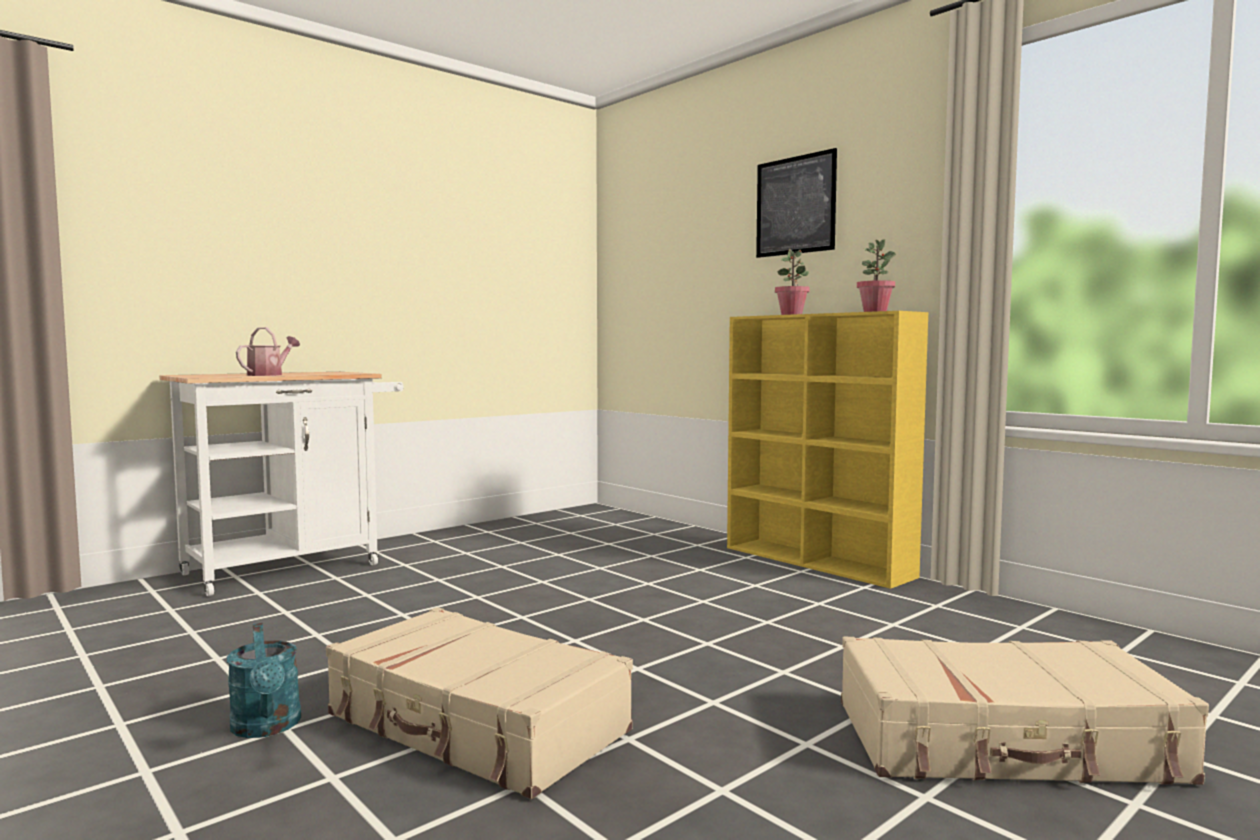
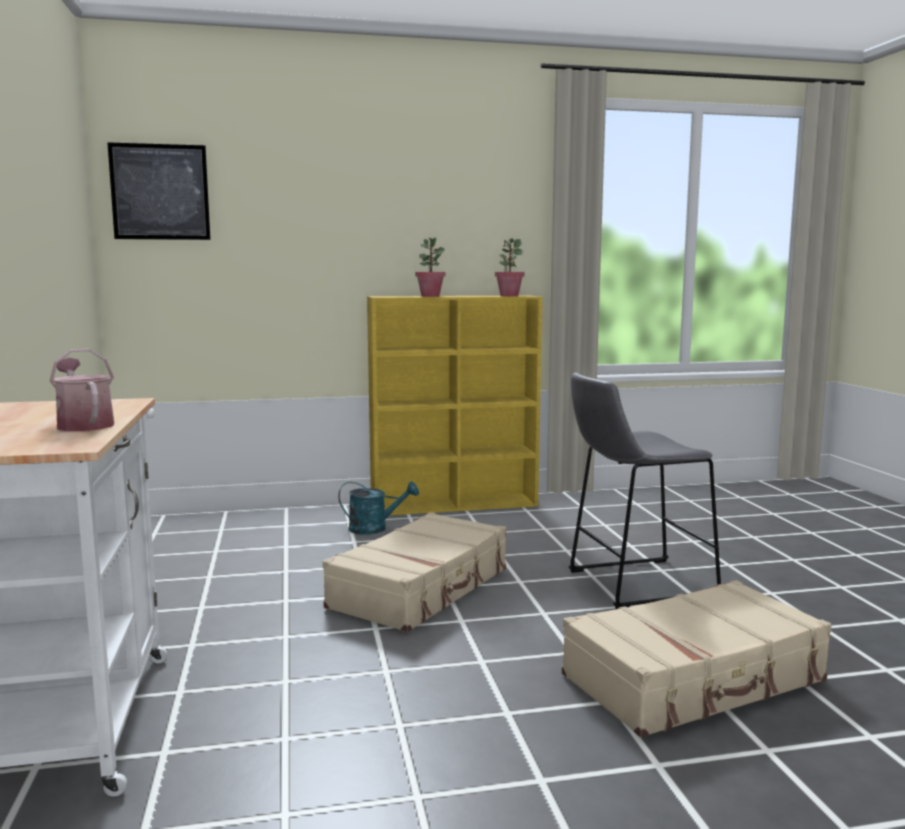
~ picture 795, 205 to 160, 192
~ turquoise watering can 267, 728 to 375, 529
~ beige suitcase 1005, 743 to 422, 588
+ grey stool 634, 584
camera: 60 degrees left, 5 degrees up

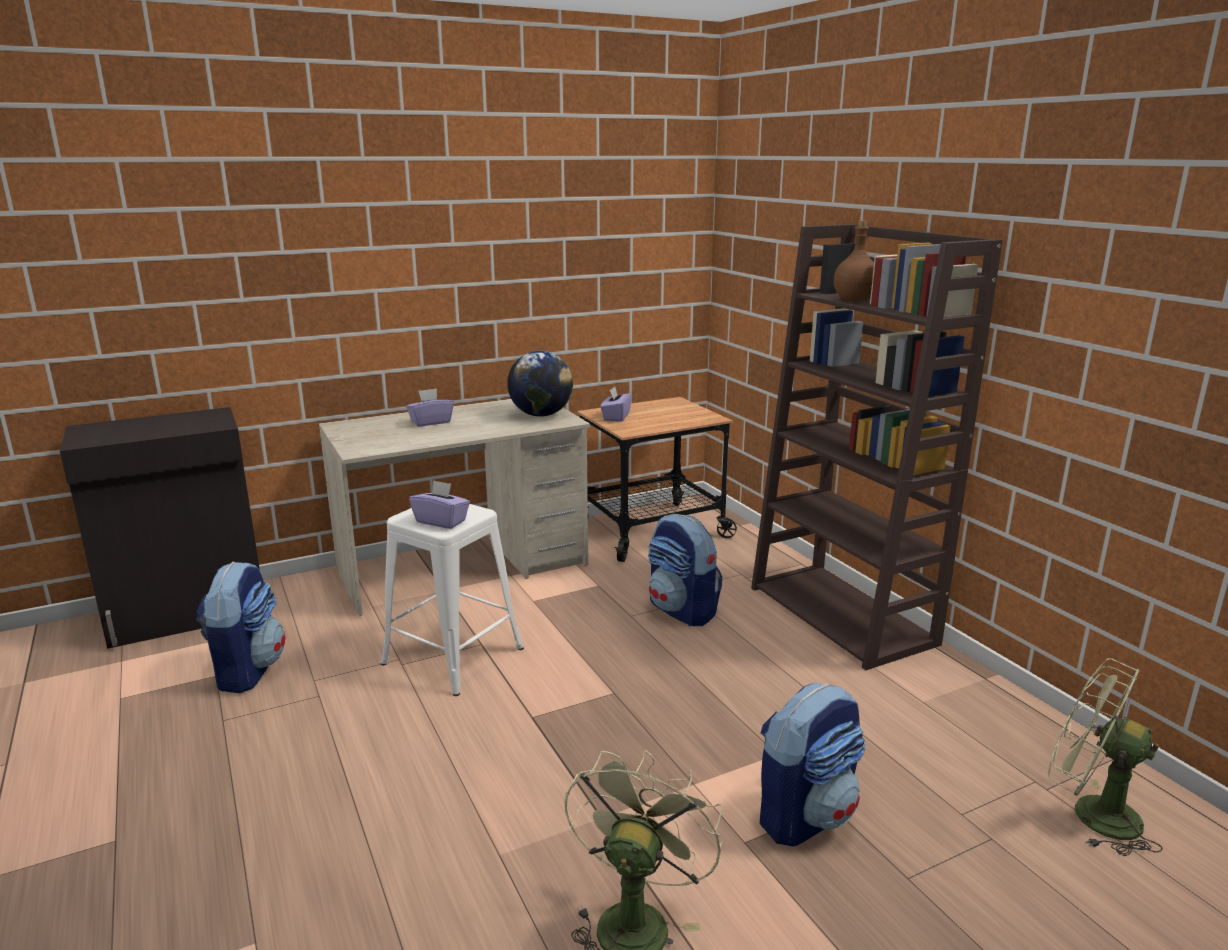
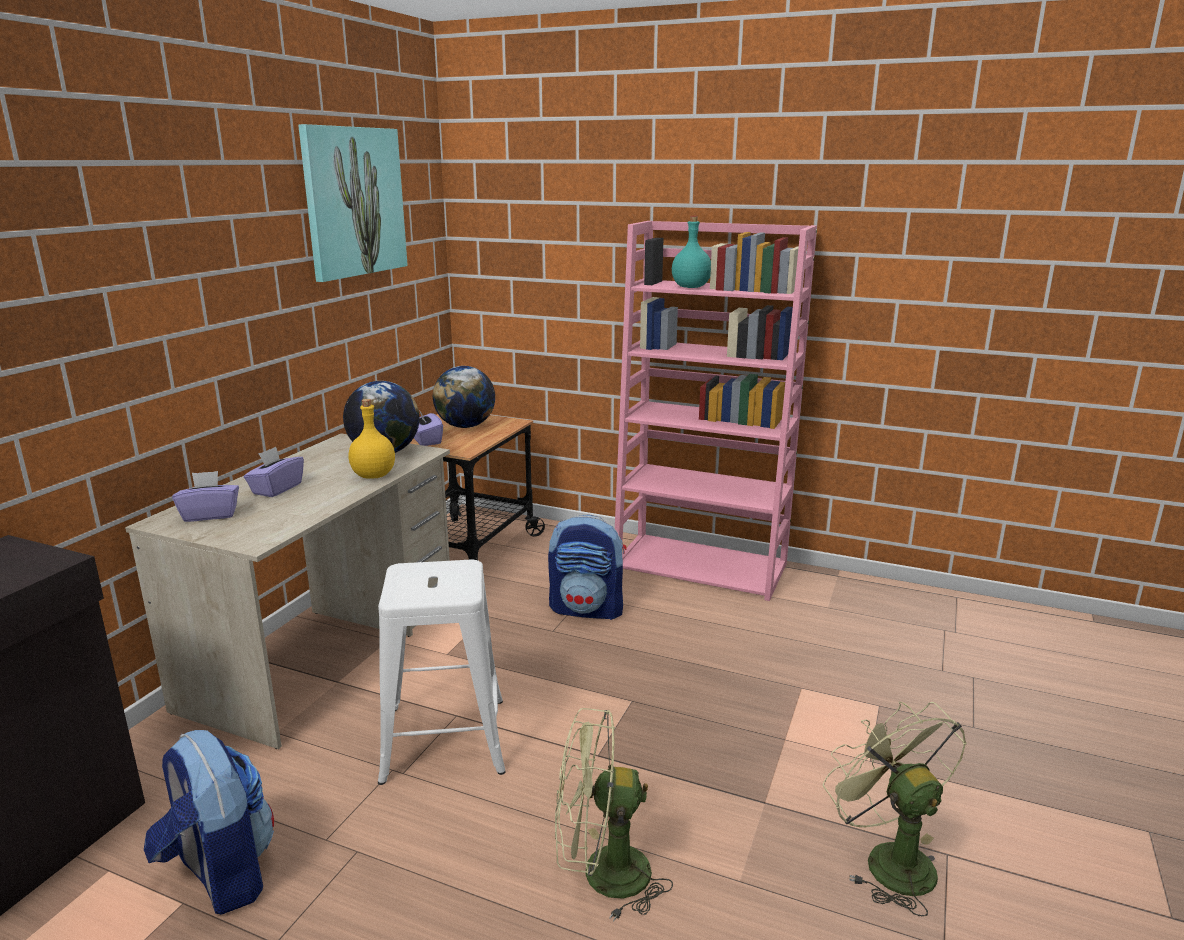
~ brown bottle 855, 300 to turquoise bottle 691, 287
~ brown bookcase 843, 615 to pink bookcase 702, 566
~ purple tissue box 441, 521 to 210, 515
~ green fan 1090, 813 to 601, 875
- backpack 805, 815
+ picture 354, 202
+ globe 465, 426
+ yellow bottle 373, 475
camera: 40 degrees left, 0 degrees up

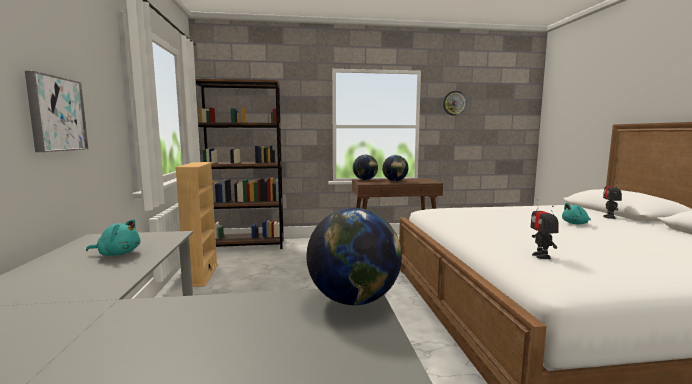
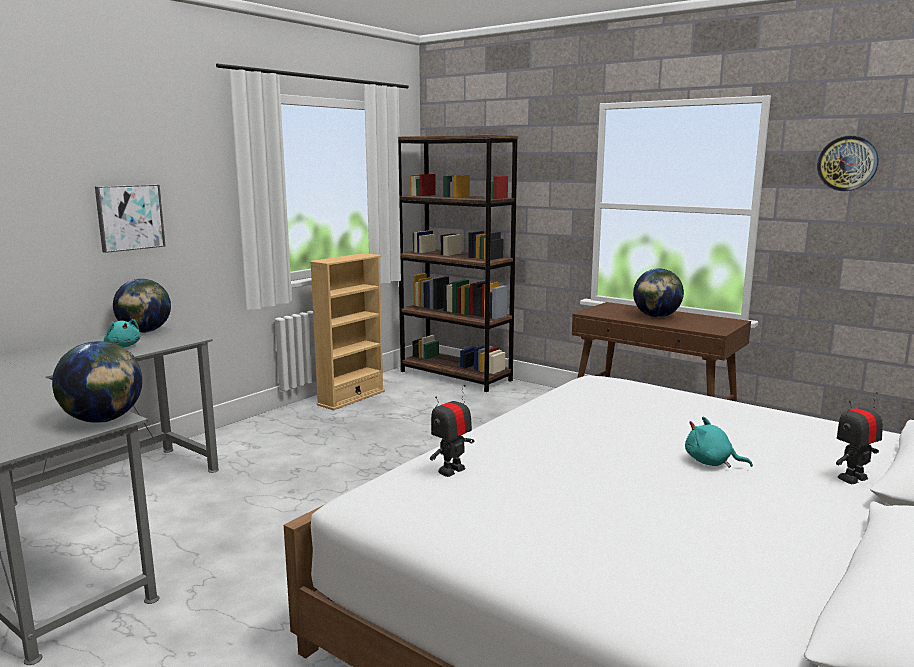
~ globe 365, 180 to 145, 332
camera: 45 degrees right, 5 degrees up

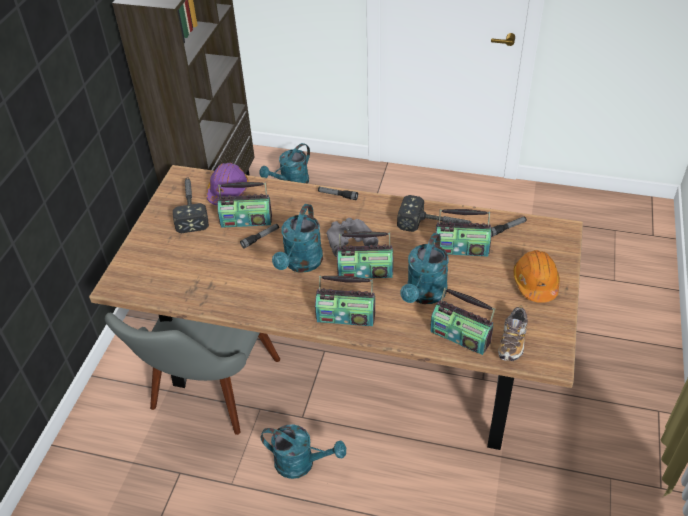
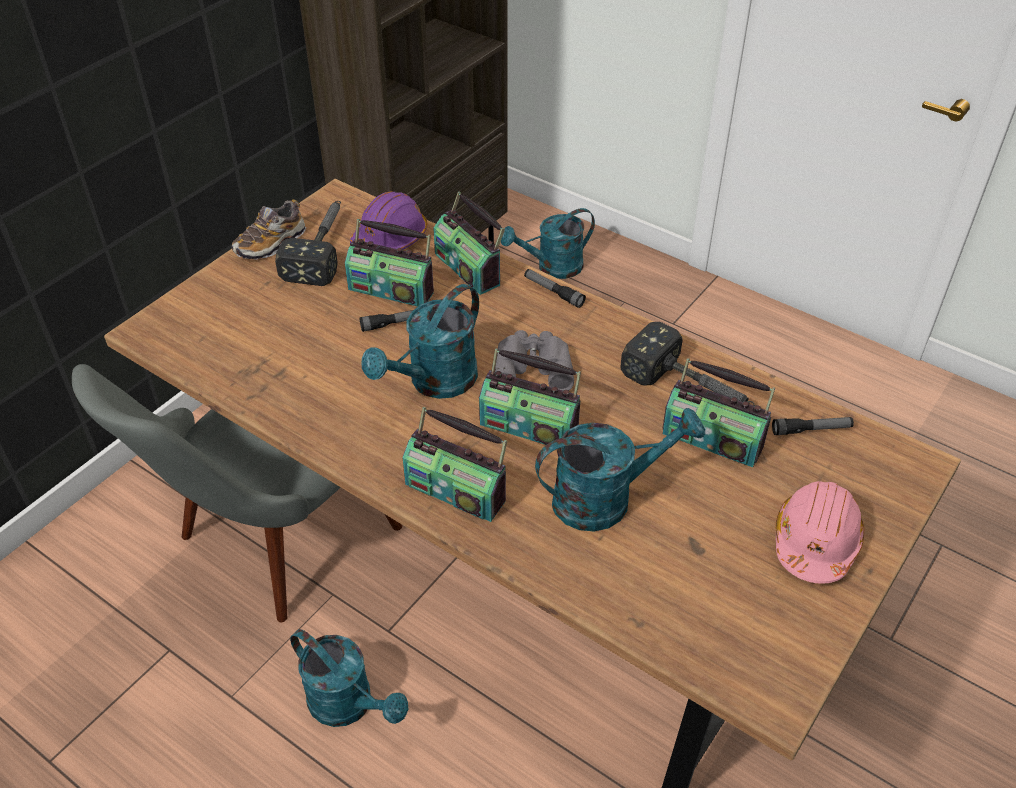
~ turquoise watering can 424, 295 = 605, 498 150 degrees counterclockwise
~ orange hard hat 535, 283 to pink hard hat 815, 542
~ radio 460, 336 to 469, 268
~ shoe 512, 342 to 271, 244
camera: 20 degrees right, 0 degrees up

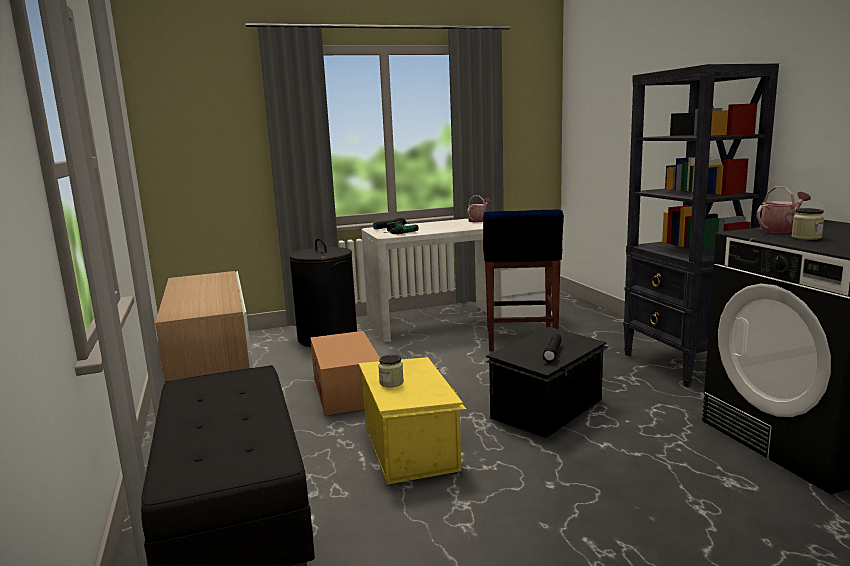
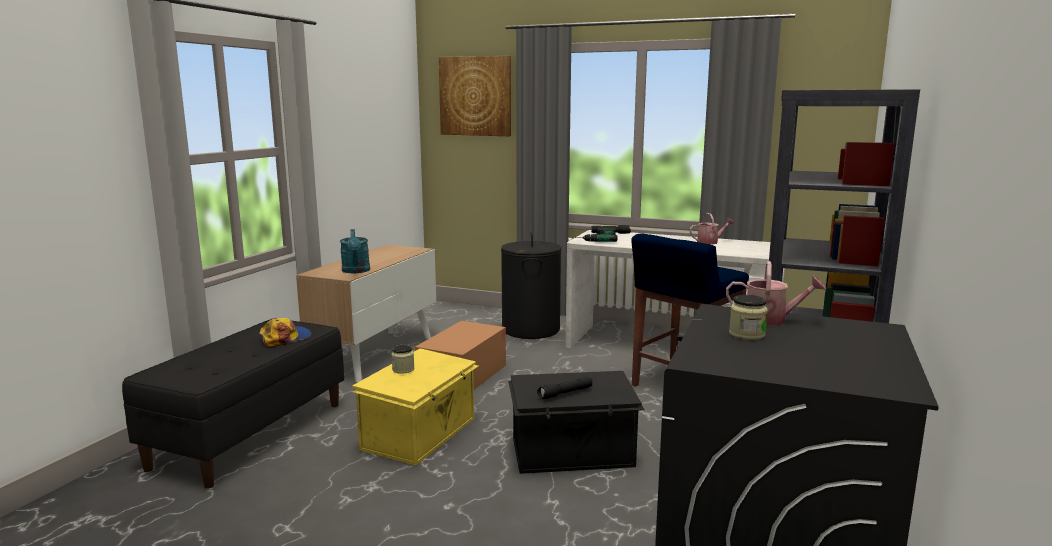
+ picture 475, 96
+ turquoise watering can 356, 271
+ cap 285, 338
camera: 40 degrees right, 0 degrees up

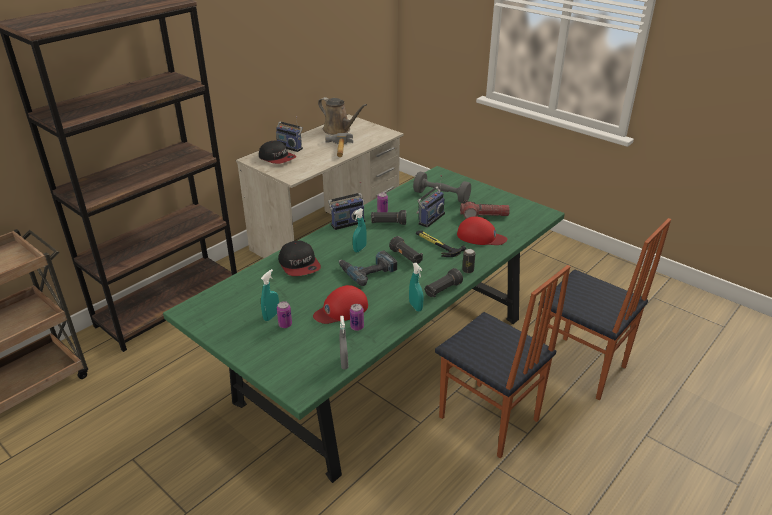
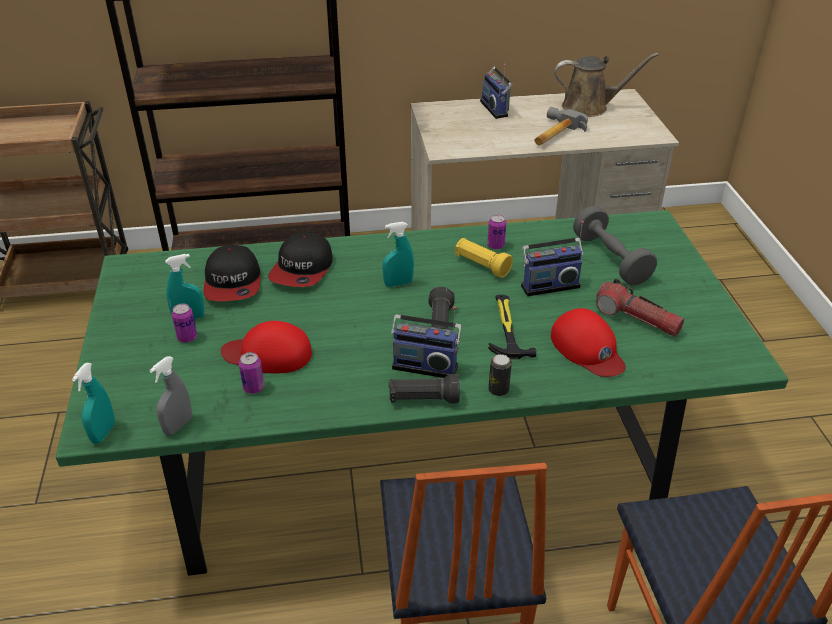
~ brown watering can 339, 130 = 589, 107 75 degrees counterclockwise
~ cap 277, 158 to 233, 283
~ radio 347, 222 to 425, 365
~ black flashlight 388, 223 to yellow flashlight 481, 265
- power drill 368, 270
~ turquoise spray bottle 415, 306 to 103, 433
camera: 40 degrees right, 5 degrees up

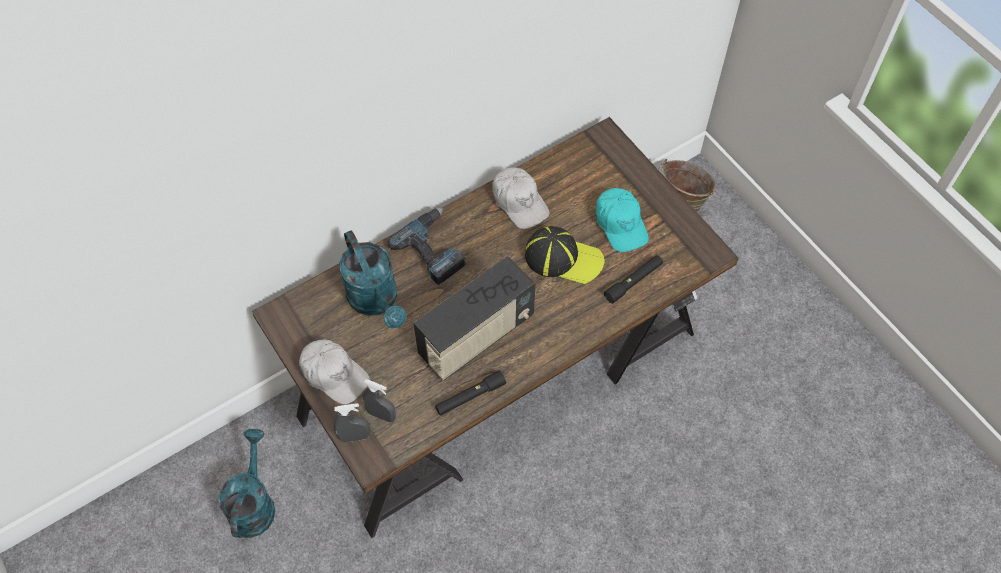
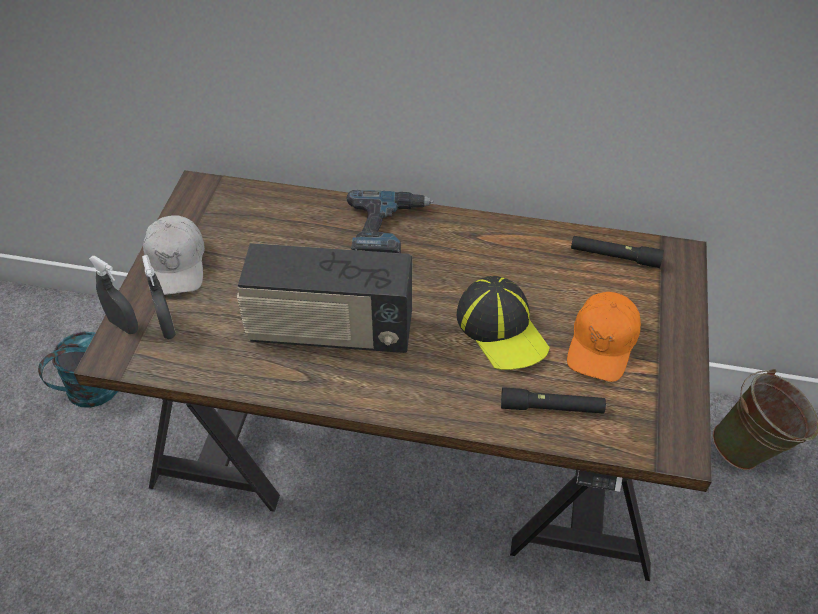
- white cap 519, 202
~ turquoise cap 620, 224 to orange cap 602, 343
- turquoise watering can 377, 301
~ black flashlight 470, 396 to 614, 256
camera: 45 degrees right, 10 degrees down

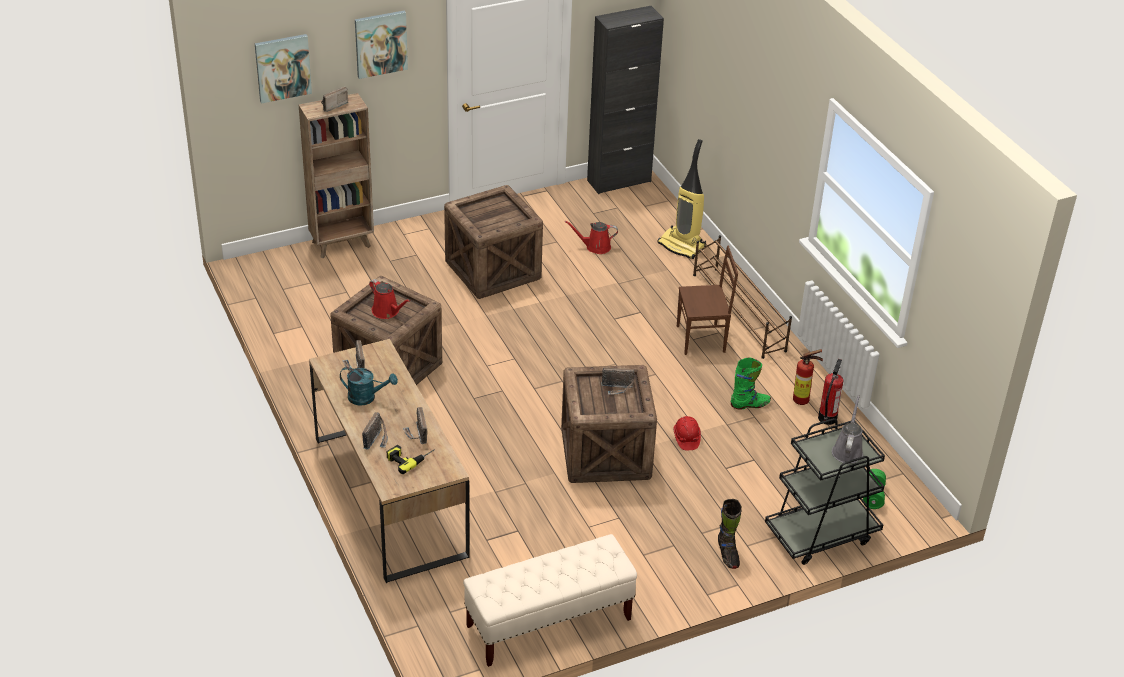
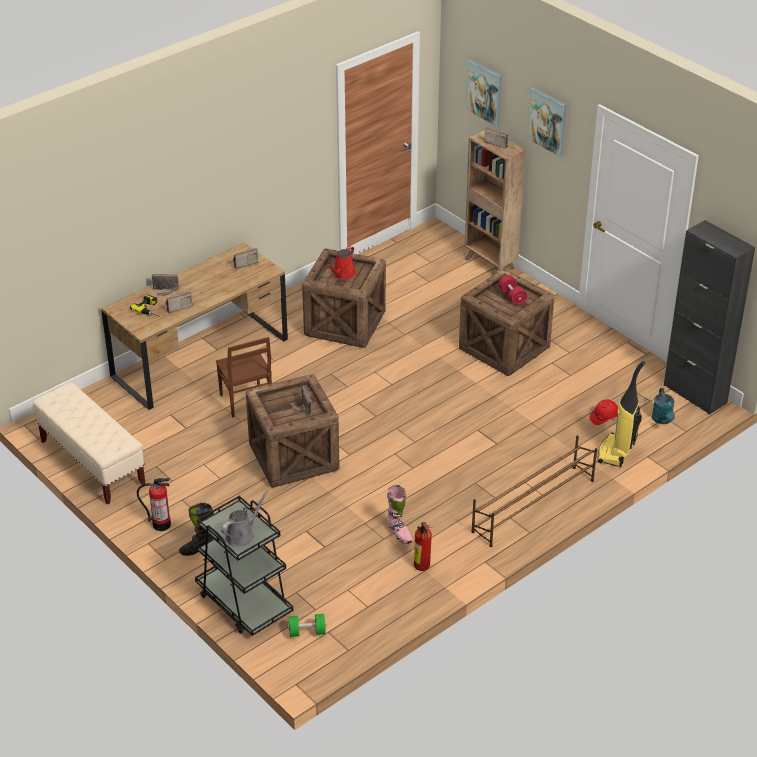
- red watering can 595, 247
~ brown chair 702, 339 to 245, 401
~ green boot 750, 404 to pink boot 399, 533
~ fire extinguisher 827, 418 to 161, 524
~ turquoise watering can 367, 397 to 663, 420
~ grey watering can 847, 450 = 242, 535 45 degrees counterclockwise
~ red hard hat 686, 438 to 604, 418
+ red dumbbell 512, 296
camera: 75 degrees right, 0 degrees up

